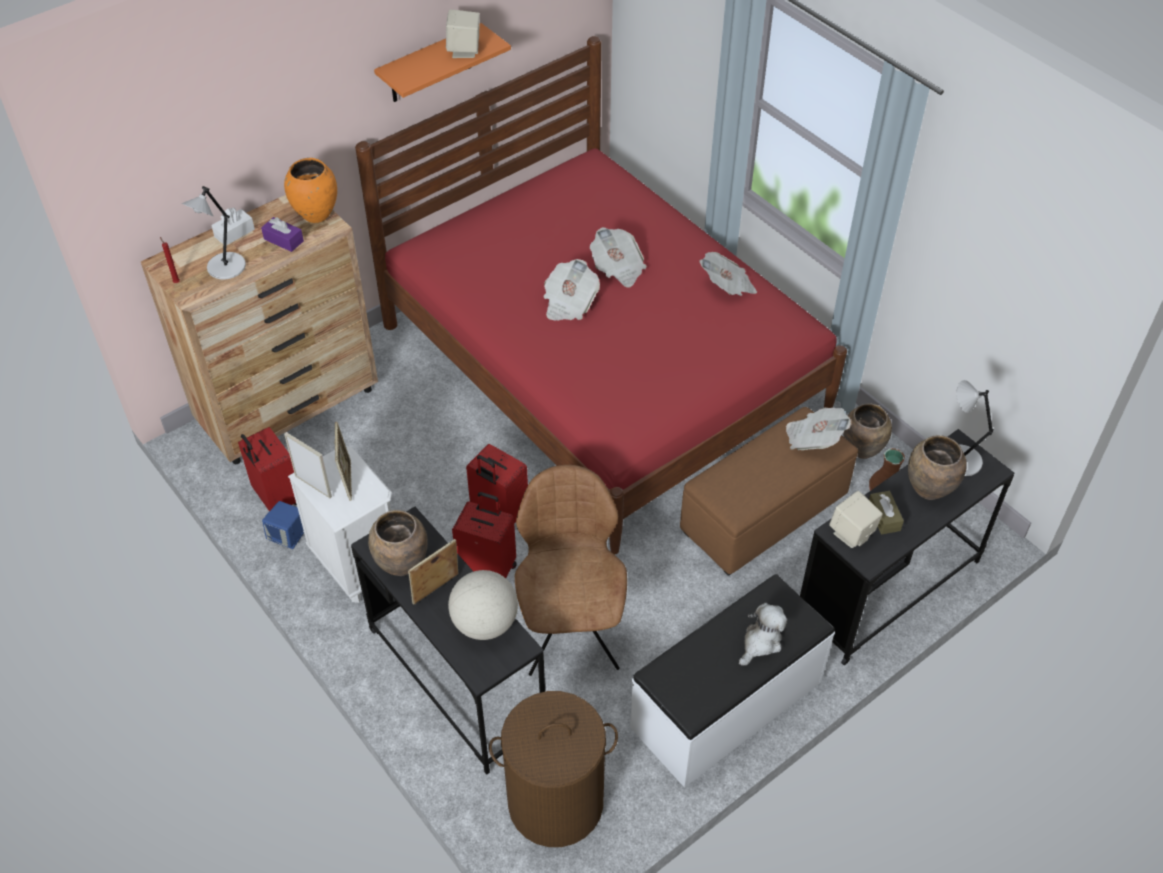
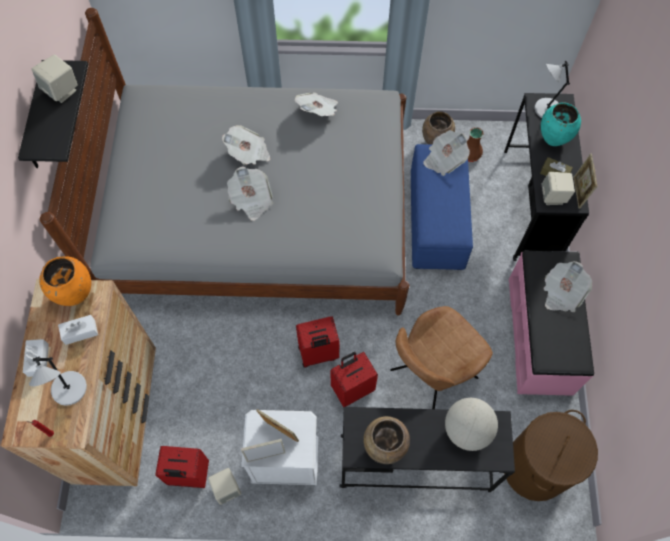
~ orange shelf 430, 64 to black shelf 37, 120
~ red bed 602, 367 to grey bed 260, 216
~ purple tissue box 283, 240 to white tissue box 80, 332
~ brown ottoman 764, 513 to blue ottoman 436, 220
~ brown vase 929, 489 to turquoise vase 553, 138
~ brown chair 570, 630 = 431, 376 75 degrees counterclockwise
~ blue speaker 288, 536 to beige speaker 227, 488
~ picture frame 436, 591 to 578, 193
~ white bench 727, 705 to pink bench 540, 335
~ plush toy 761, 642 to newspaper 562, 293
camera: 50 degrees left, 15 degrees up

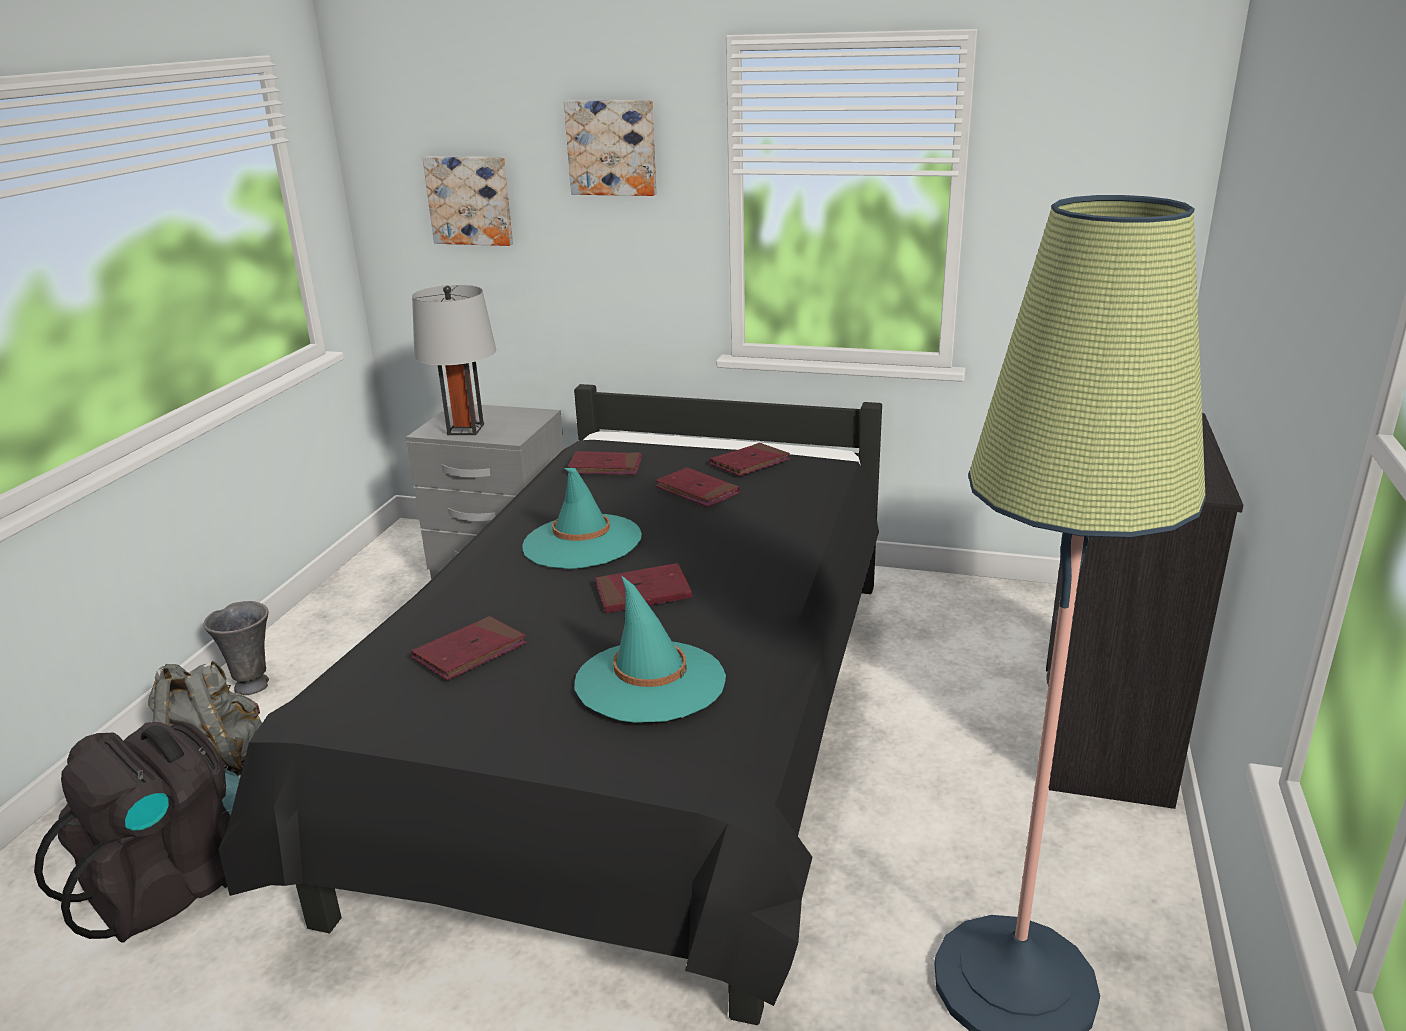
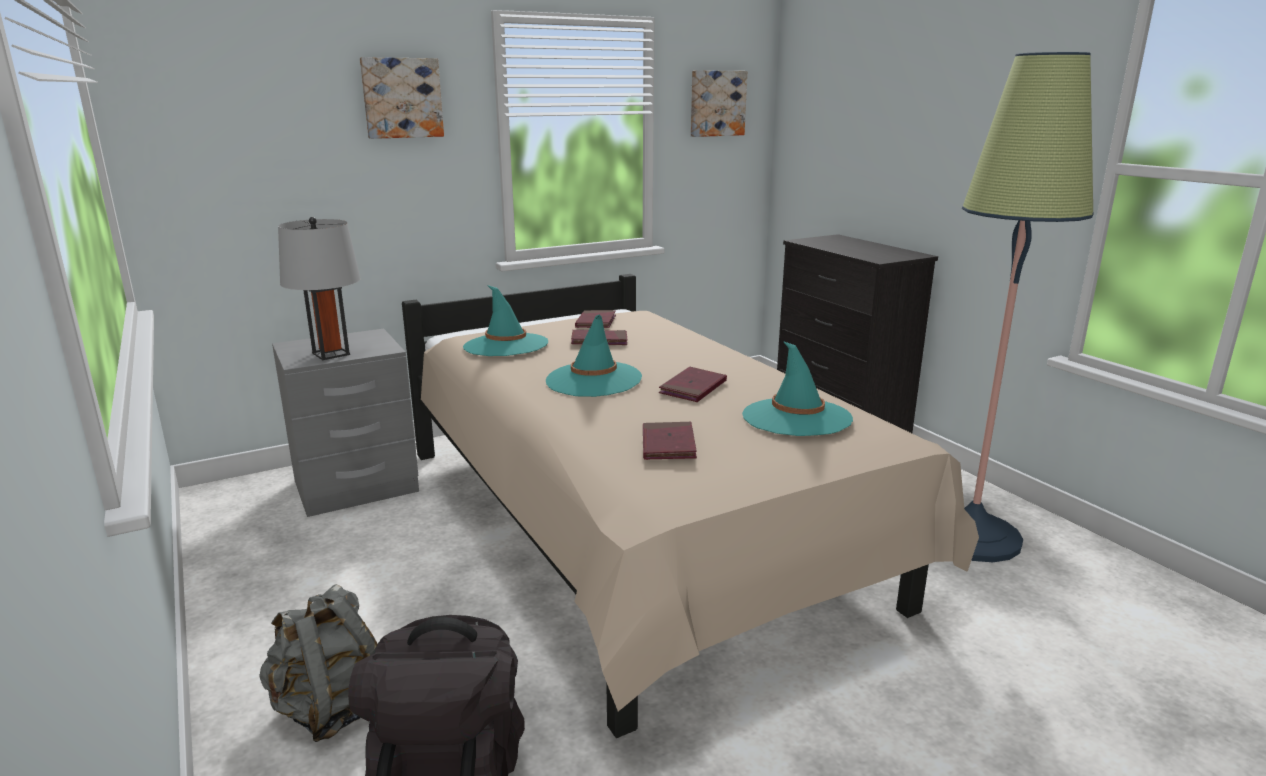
~ picture 470, 200 to 716, 103
~ black bed 642, 738 to beige bed 636, 530
~ red book 605, 467 to turquoise hat 506, 345
- grey vase 253, 685
camera: 45 degrees left, 5 degrees down

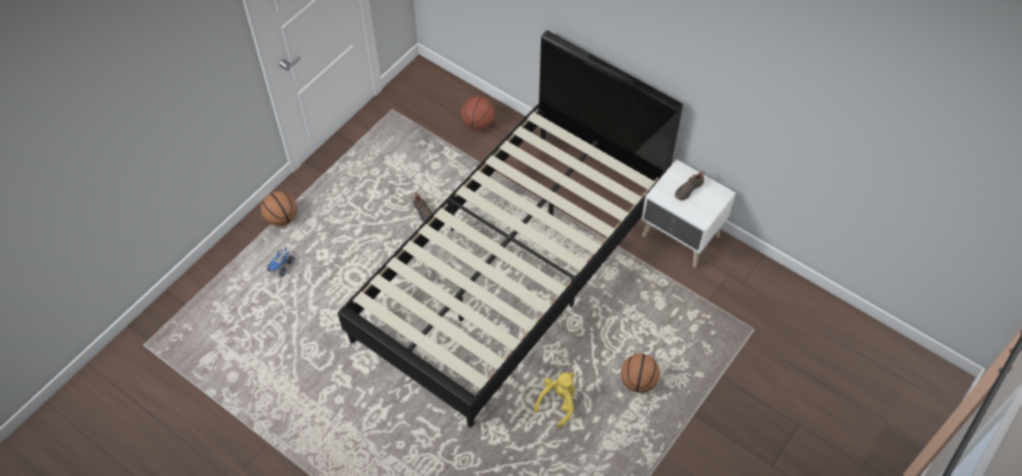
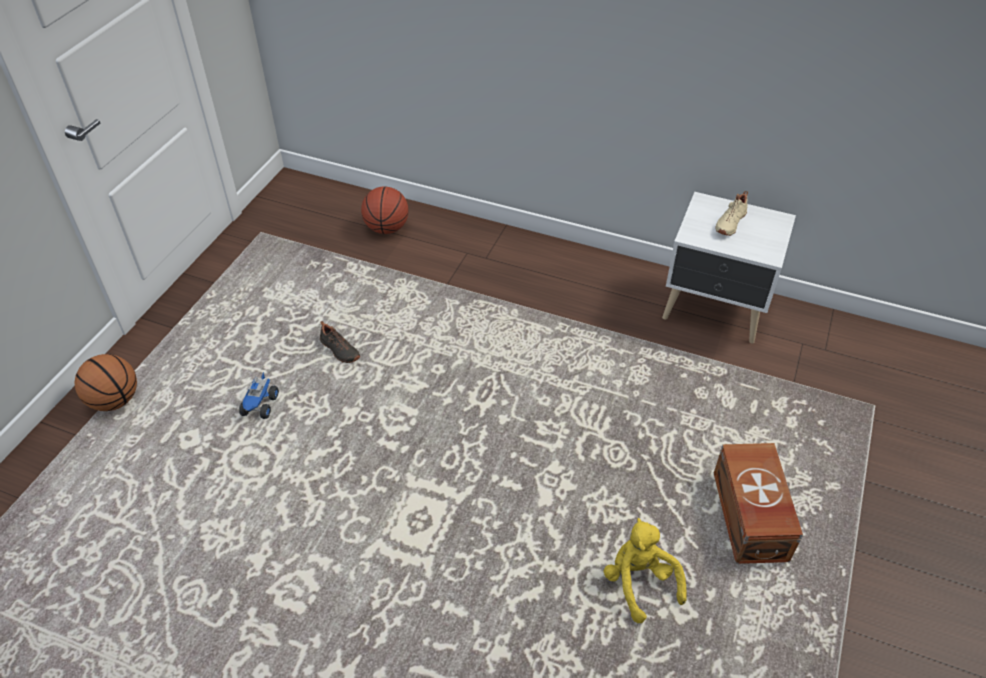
- black bed 511, 268
~ black shoe 688, 189 to beige shoe 729, 222
~ toy truck 281, 266 to 260, 406
~ basketball 638, 381 to brown storage box 748, 518
~ yellow plush toy 558, 403 = 639, 582 45 degrees counterclockwise
camera: 15 degrees left, 10 degrees down

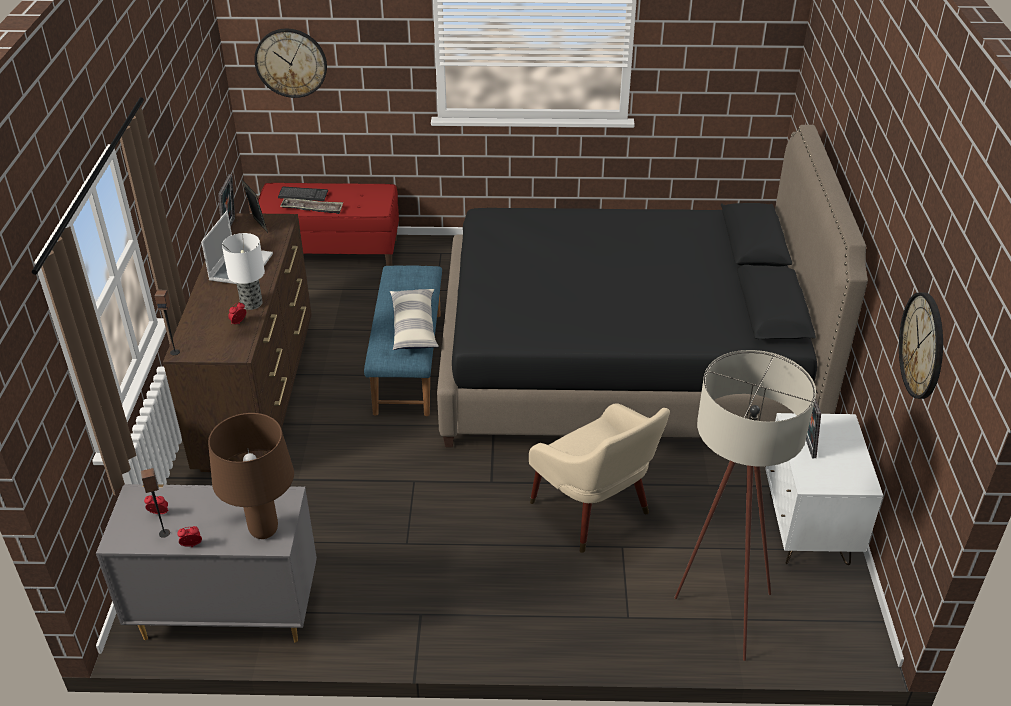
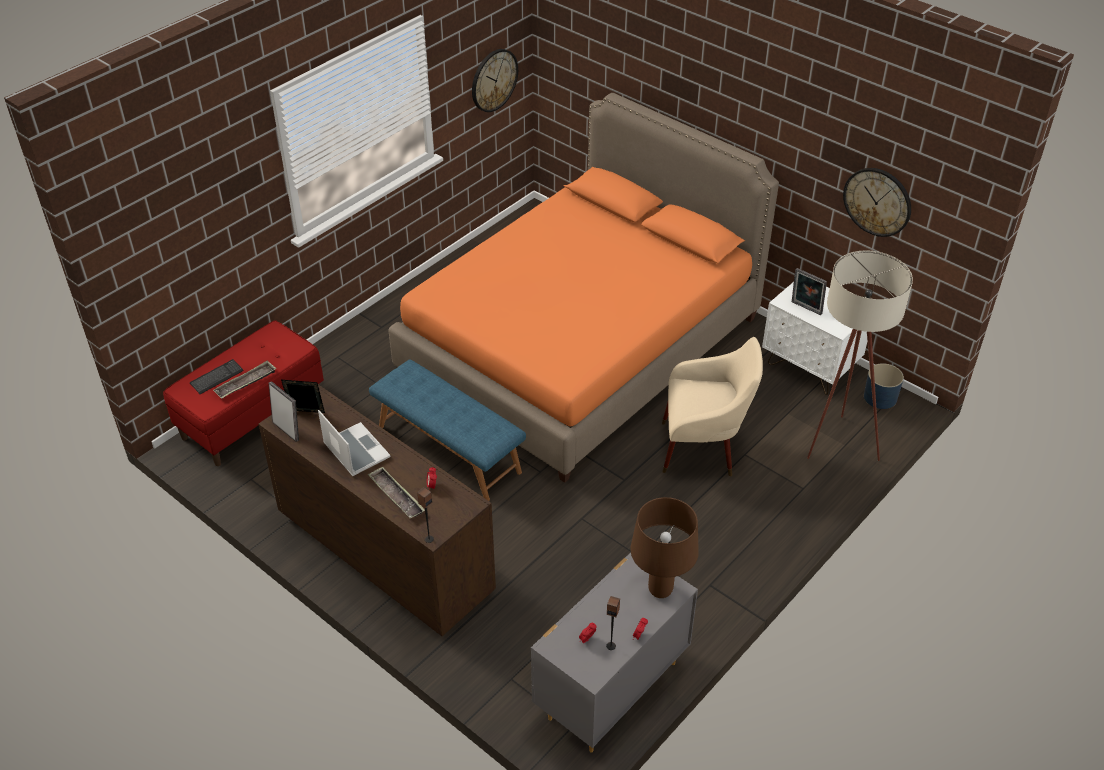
~ wall clock 291, 63 to 494, 80
~ black bed 623, 364 to orange bed 580, 346
- table lamp 251, 303
- pillow 414, 327
+ blue planter 880, 398
+ tray 396, 496
camera: 50 degrees left, 5 degrees up

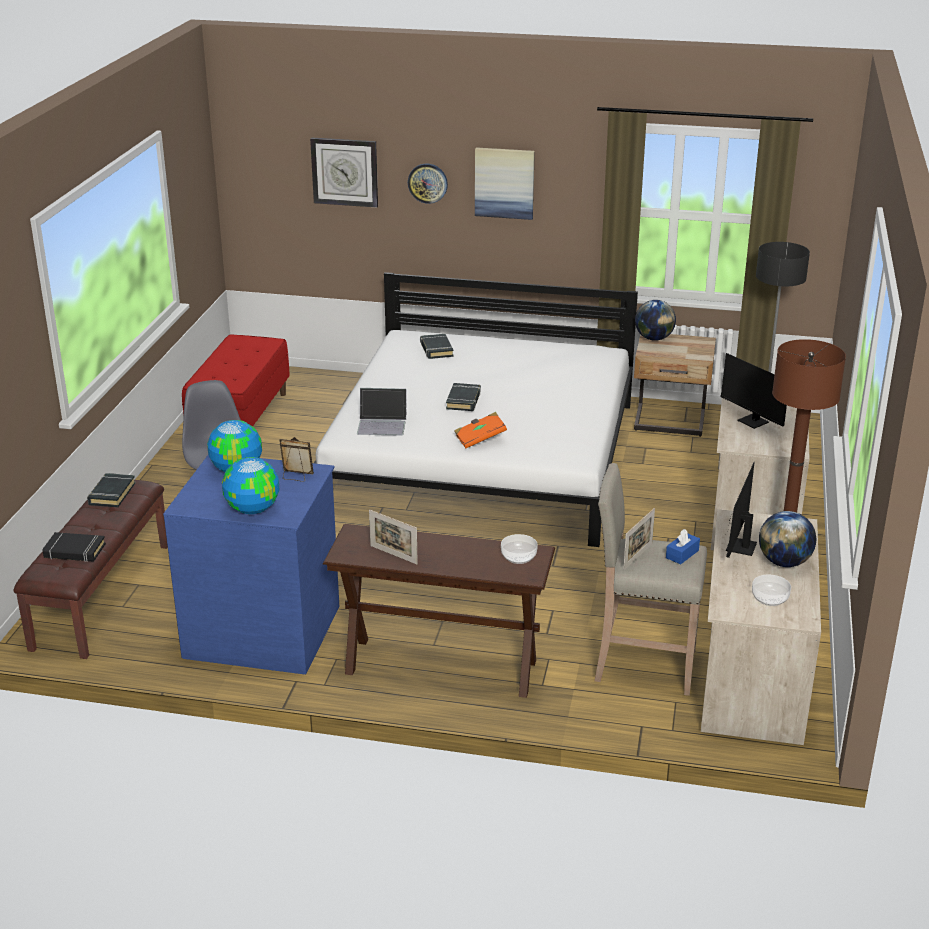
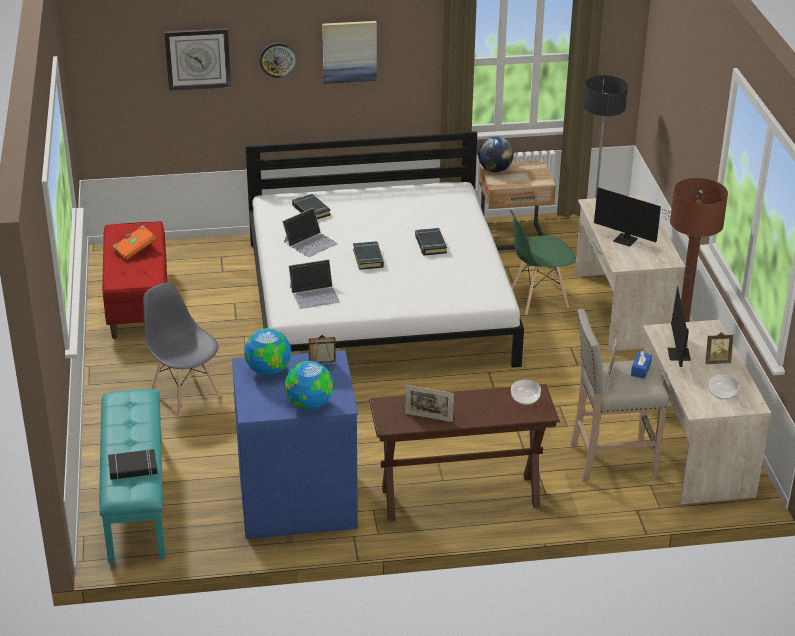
~ orange book 480, 439 to 135, 250
~ black book 111, 494 to 430, 244
~ brown bench 101, 595 to turquoise bench 135, 499
~ globe 784, 562 to picture frame 716, 361
+ laptop 310, 242
+ green chair 538, 298
camera: 20 degrees left, 5 degrees up

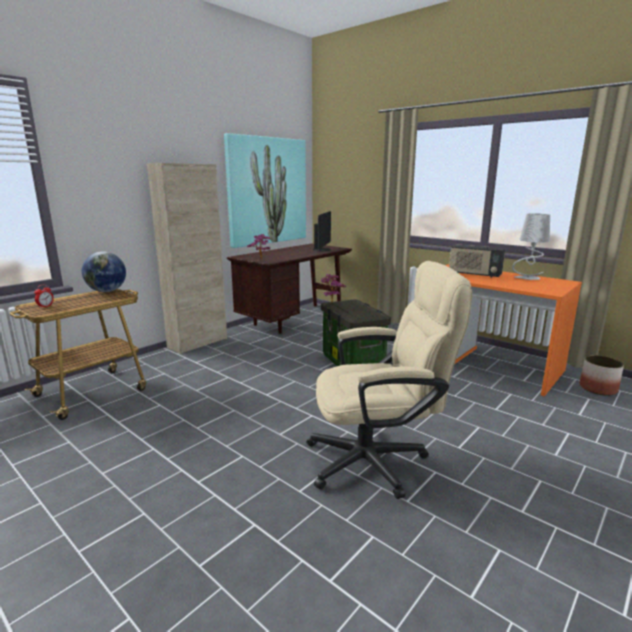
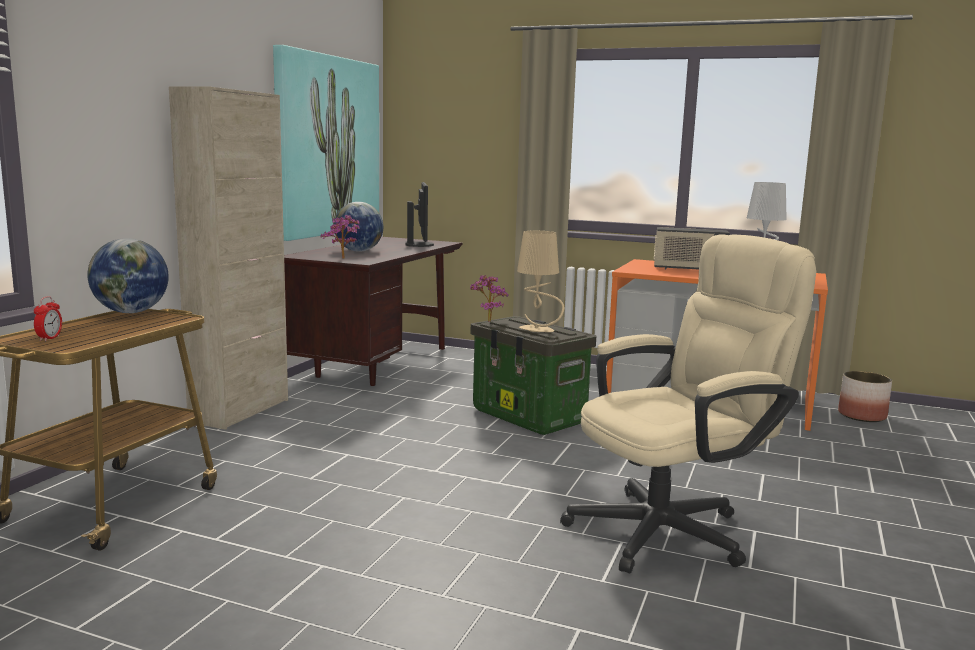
+ globe 358, 251
+ beige table lamp 537, 330
camera: 20 degrees left, 5 degrees down

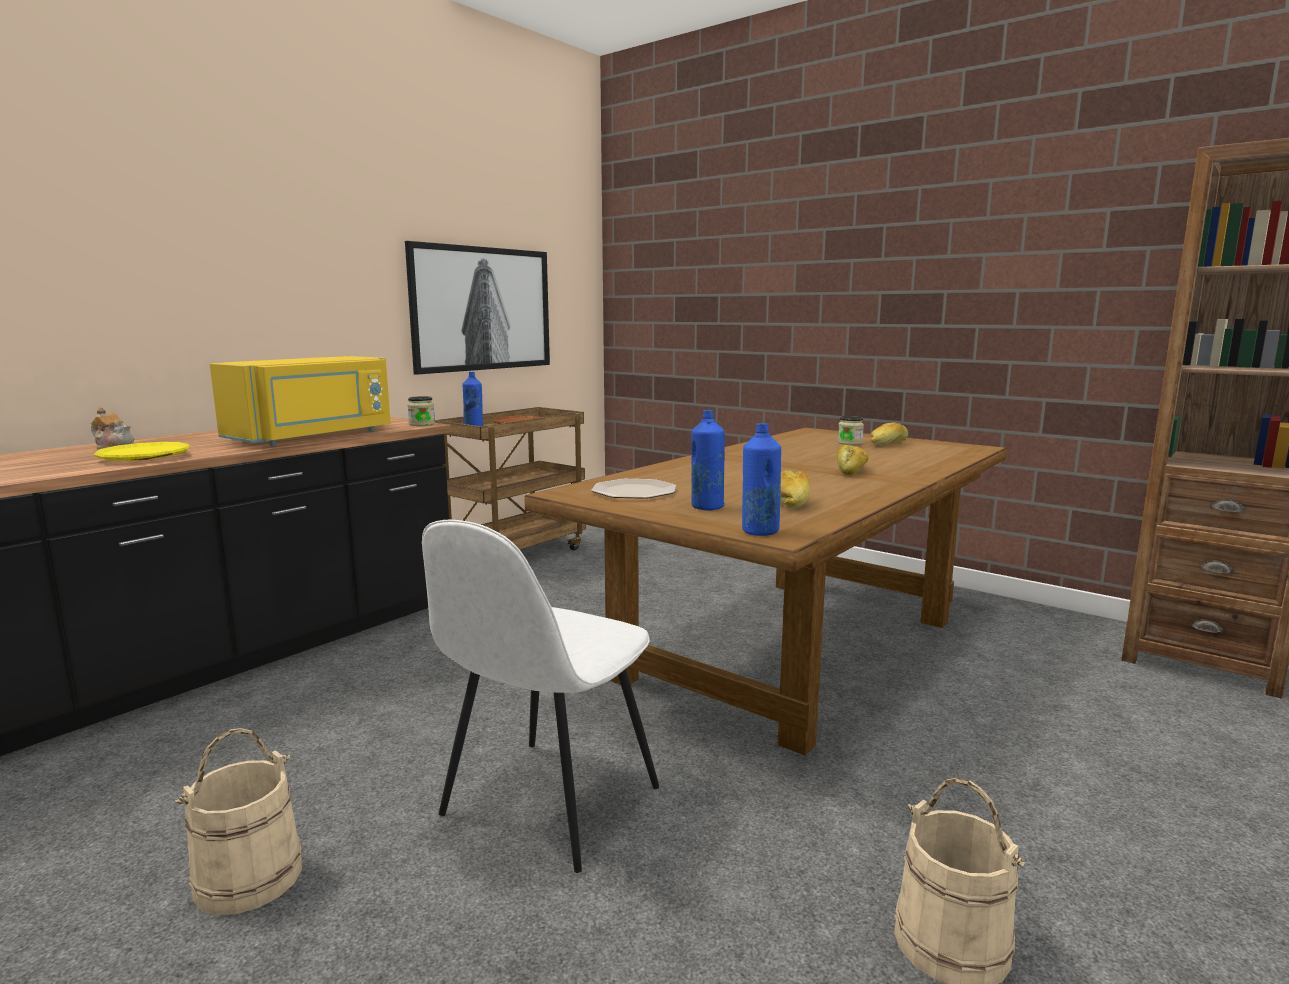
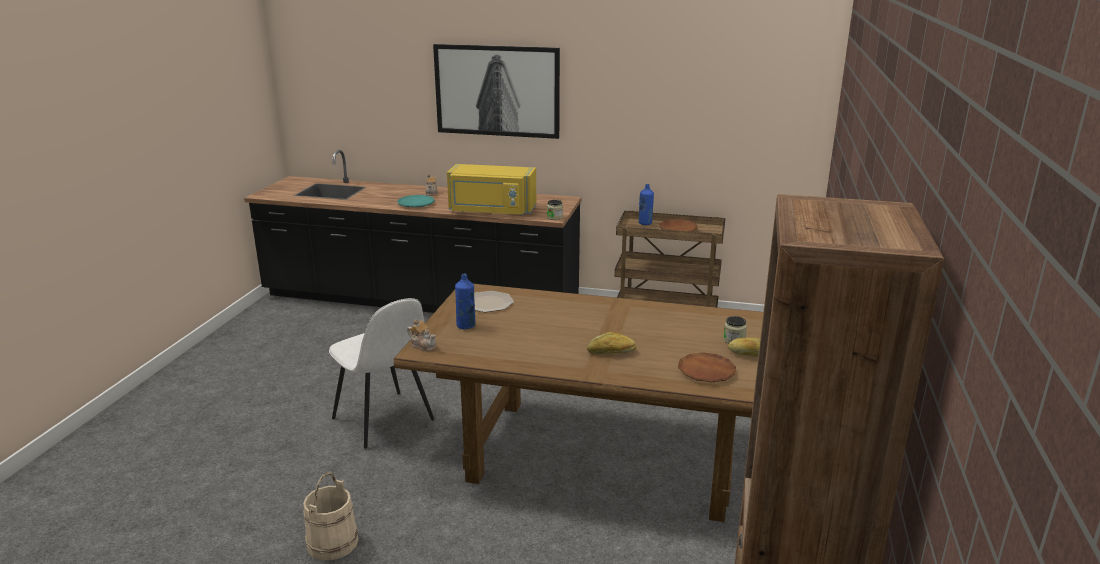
~ picture 483, 309 to 497, 91
~ blue bottle 759, 532 to teapot 423, 345
~ yellow plate 144, 457 to turquoise plate 416, 204
- bread 789, 502
~ white chair 547, 804 = 384, 420 135 degrees counterclockwise
- beige bucket 248, 877
+ brown plate 706, 371
camera: 65 degrees right, 10 degrees up

